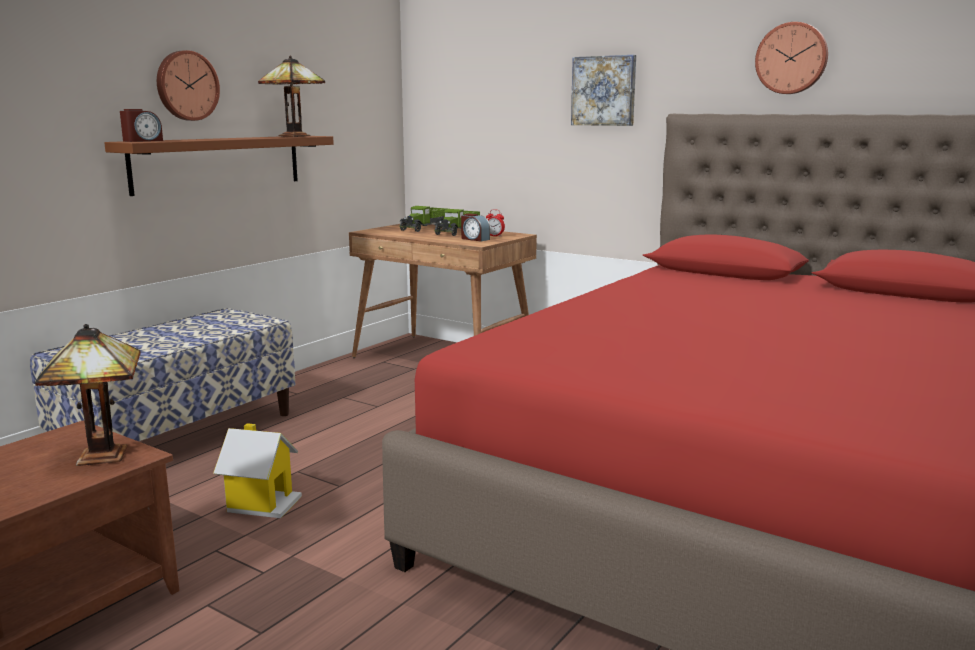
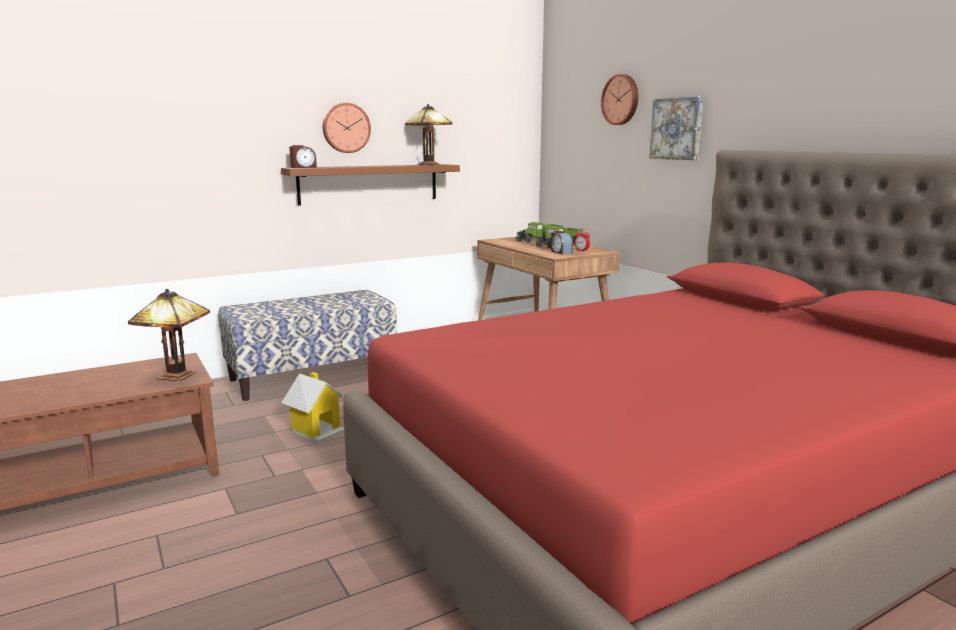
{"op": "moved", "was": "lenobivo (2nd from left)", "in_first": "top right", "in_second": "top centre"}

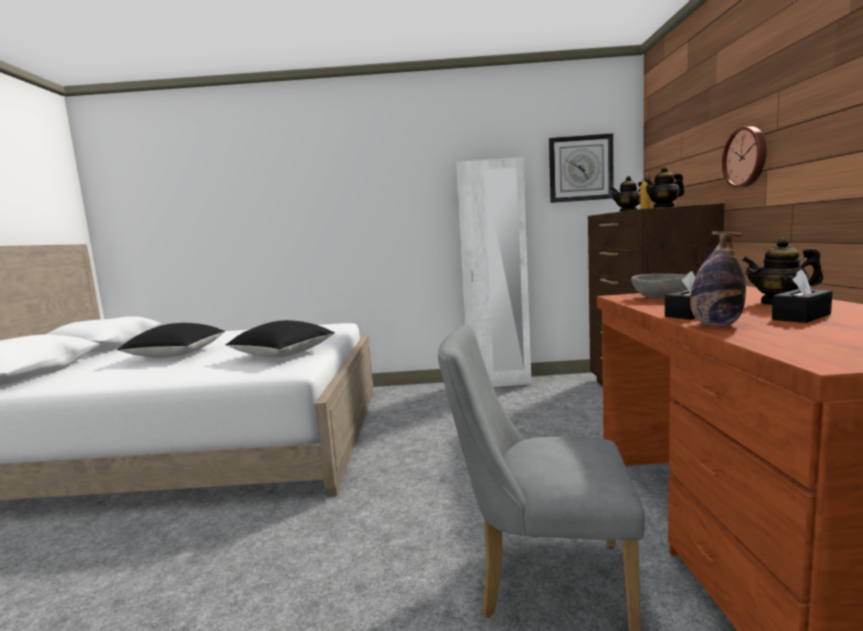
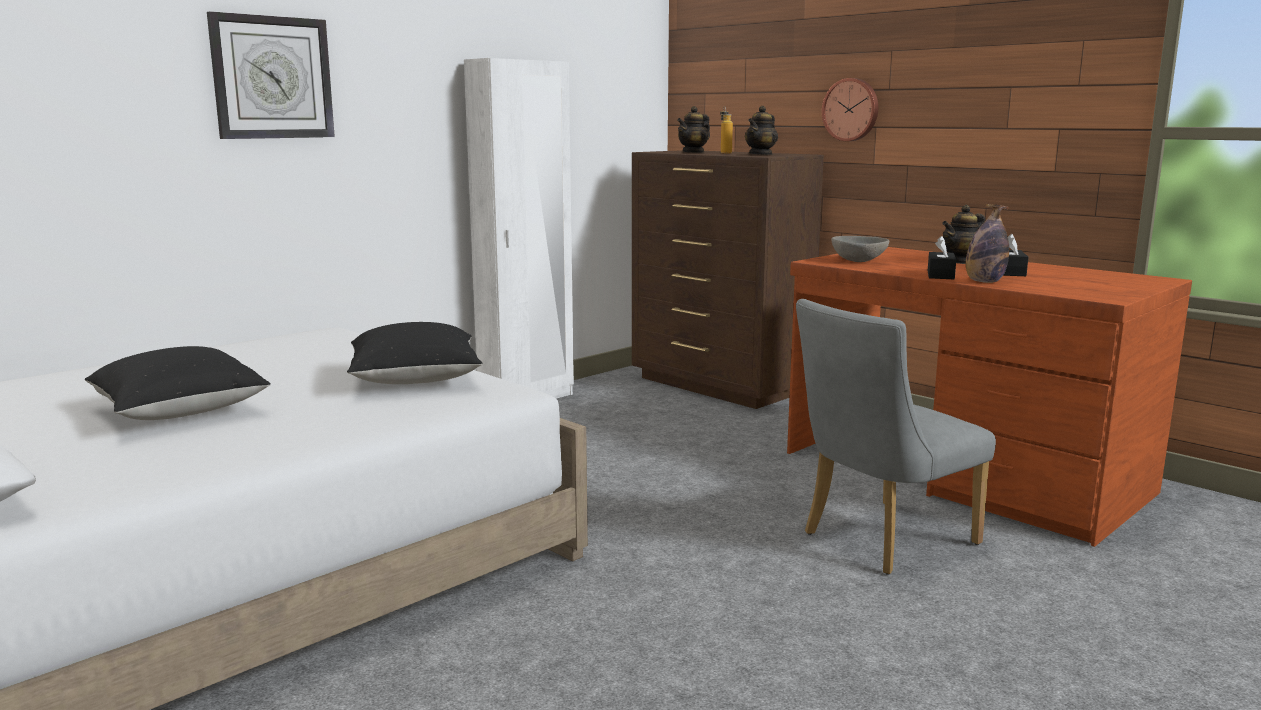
{"op": "moved", "was": "lenobivo (1st from left)", "in_first": "top right", "in_second": "top left"}

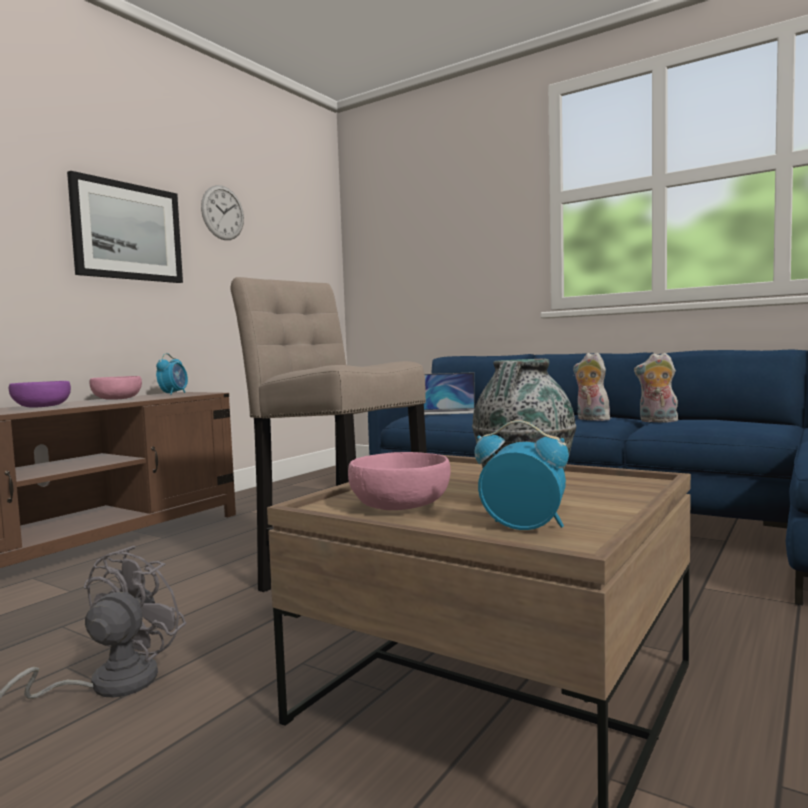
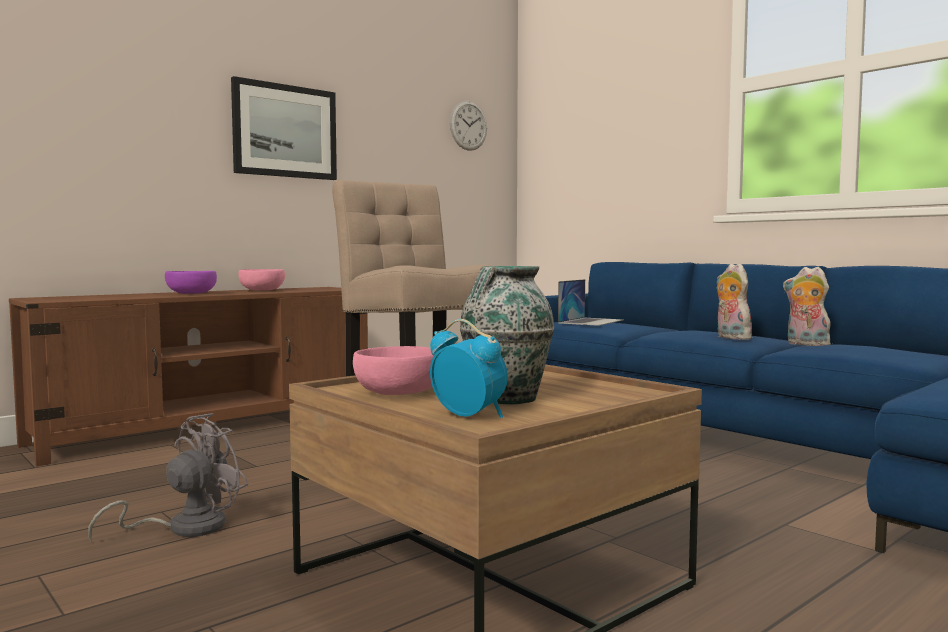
{"op": "removed", "was": "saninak (1st from left)", "in_first": "middle left"}
{"op": "moved", "was": "lenobivo", "in_first": "top left", "in_second": "top centre"}
{"op": "turned", "was": "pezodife", "in_first": "centre", "in_second": "centre", "clockwise": -75}

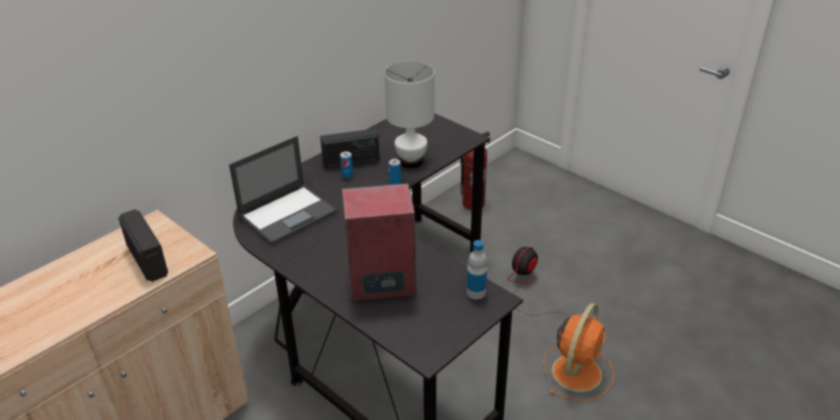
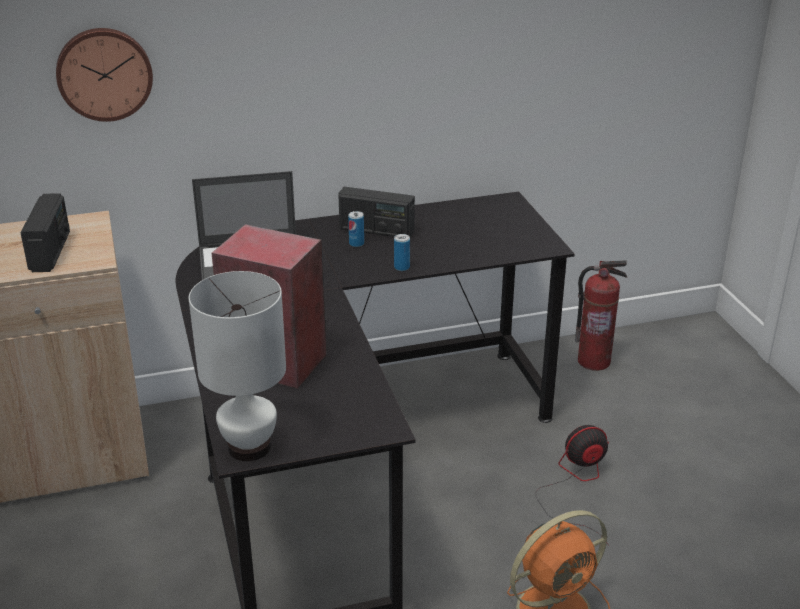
{"op": "moved", "was": "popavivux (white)", "in_first": "top centre", "in_second": "middle left"}
{"op": "removed", "was": "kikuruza", "in_first": "centre"}
{"op": "added", "now": "lenobivo", "in_second": "top left"}

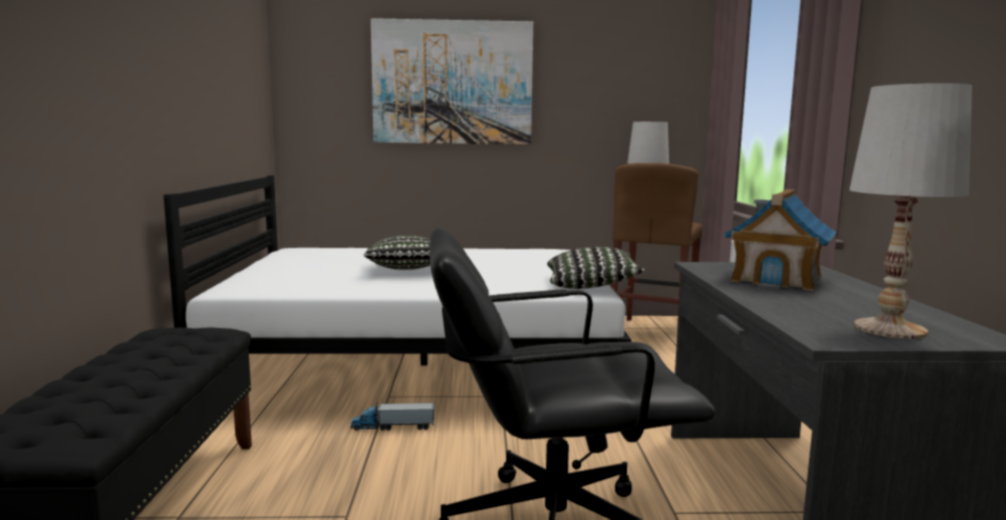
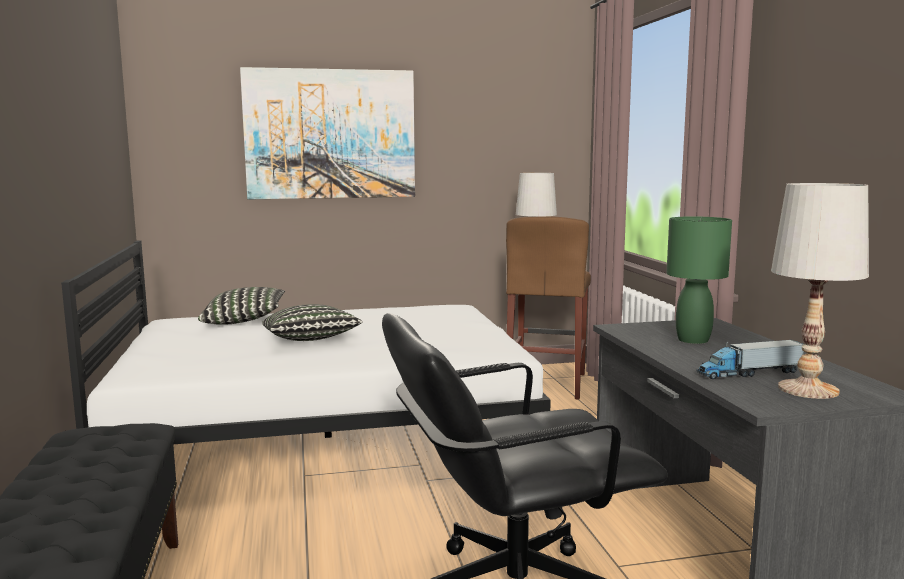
{"op": "moved", "was": "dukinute", "in_first": "bottom centre", "in_second": "middle right"}
{"op": "moved", "was": "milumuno (2nd from left in the first image)", "now": "milumuno (1st from left)", "in_first": "centre", "in_second": "middle left"}
{"op": "replaced", "was": "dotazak", "now": "popavivux (green)", "in_first": "middle right", "in_second": "middle right"}

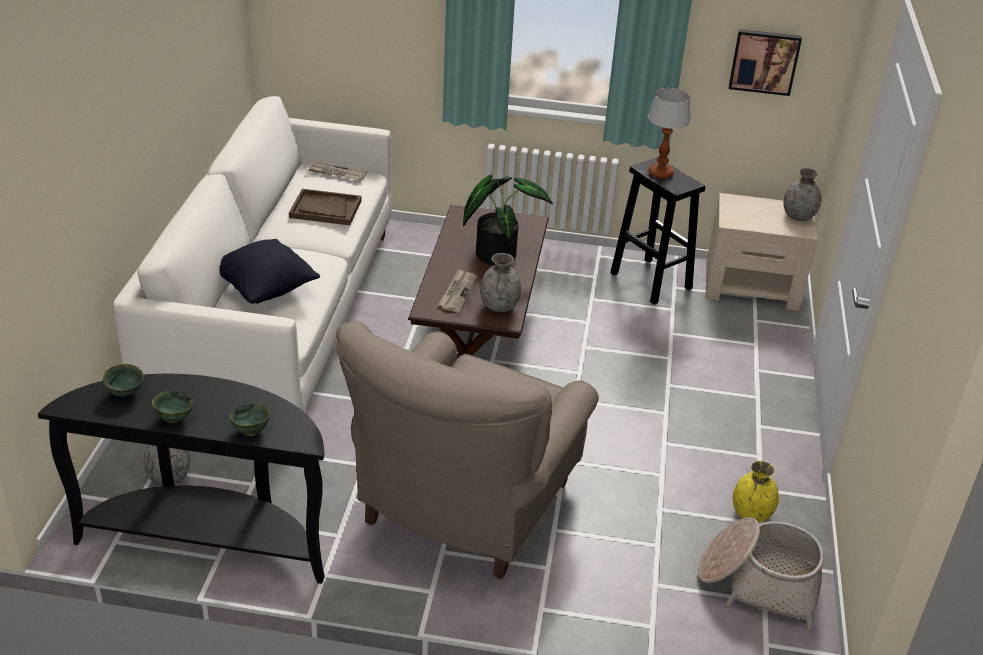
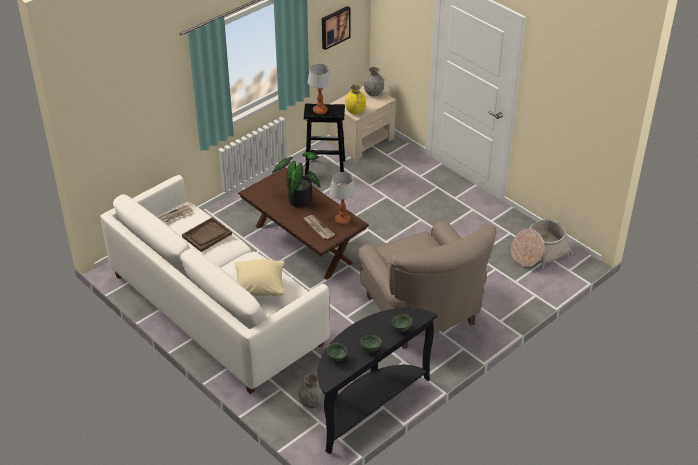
{"op": "recoloured", "was": "milumuno (black)", "now": "milumuno (beige)", "in_first": "middle left", "in_second": "centre"}
{"op": "replaced", "was": "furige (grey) (2nd from left)", "now": "popavivux (2nd from left)", "in_first": "centre", "in_second": "centre"}
{"op": "moved", "was": "furige (yellow)", "in_first": "bottom right", "in_second": "top centre"}

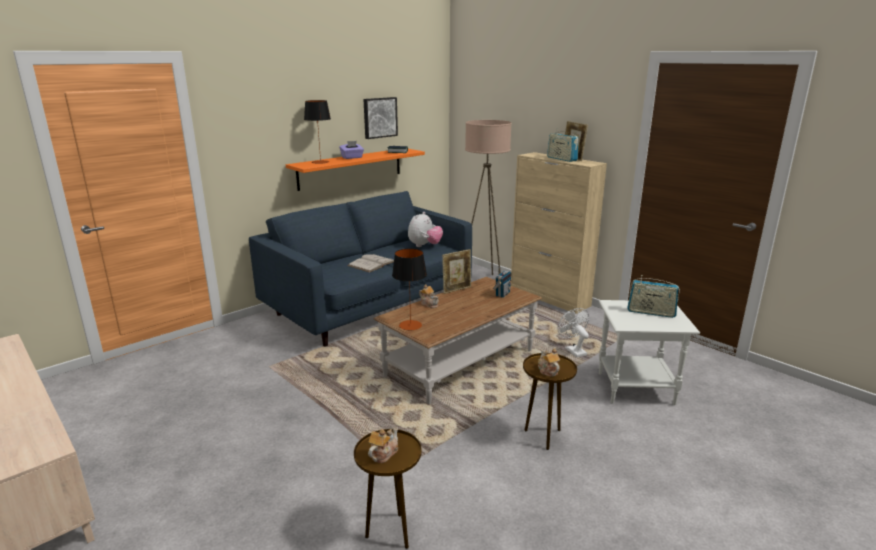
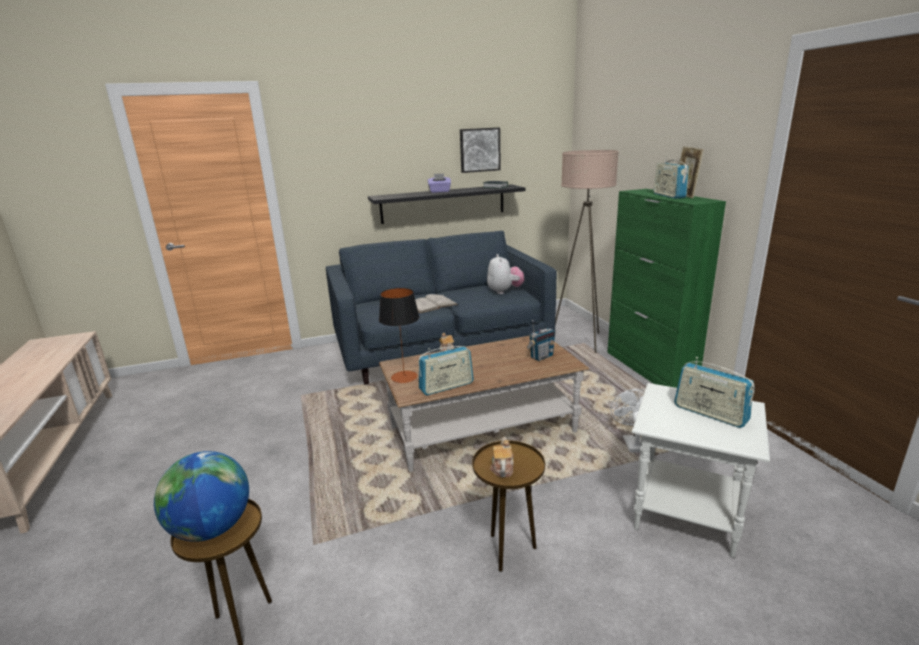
{"op": "recoloured", "was": "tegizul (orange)", "now": "tegizul (black)", "in_first": "top centre", "in_second": "top centre"}
{"op": "removed", "was": "popavivux (1st from left)", "in_first": "top centre"}
{"op": "replaced", "was": "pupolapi (1st from left)", "now": "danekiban", "in_first": "bottom centre", "in_second": "bottom left"}
{"op": "turned", "was": "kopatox", "in_first": "centre", "in_second": "centre", "clockwise": -60}
{"op": "removed", "was": "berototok (1st from left)", "in_first": "centre"}
{"op": "recoloured", "was": "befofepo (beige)", "now": "befofepo (green)", "in_first": "centre", "in_second": "middle right"}
{"op": "added", "now": "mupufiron (1st from left)", "in_second": "centre"}

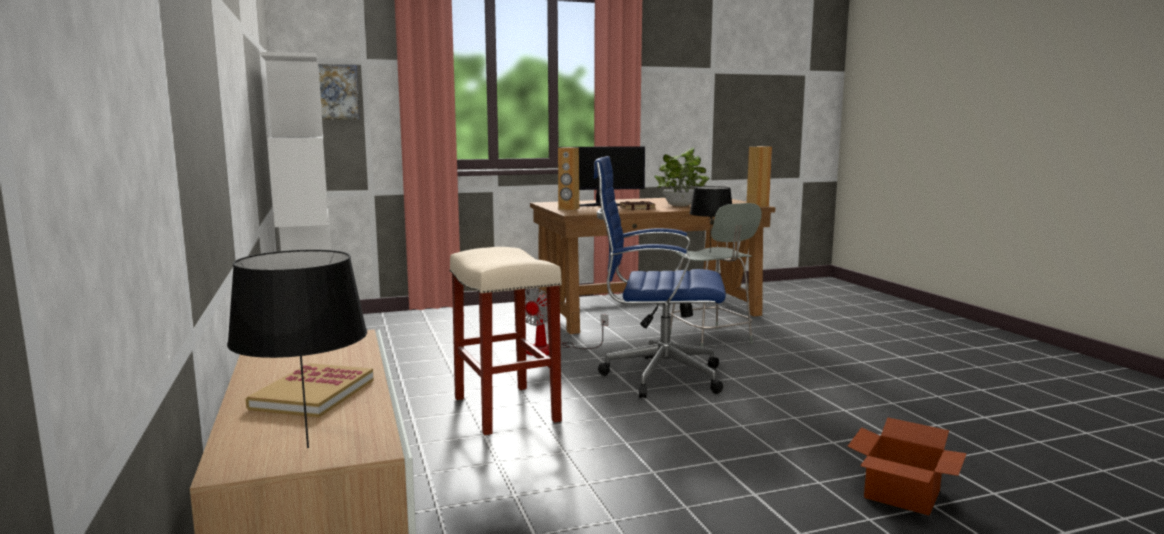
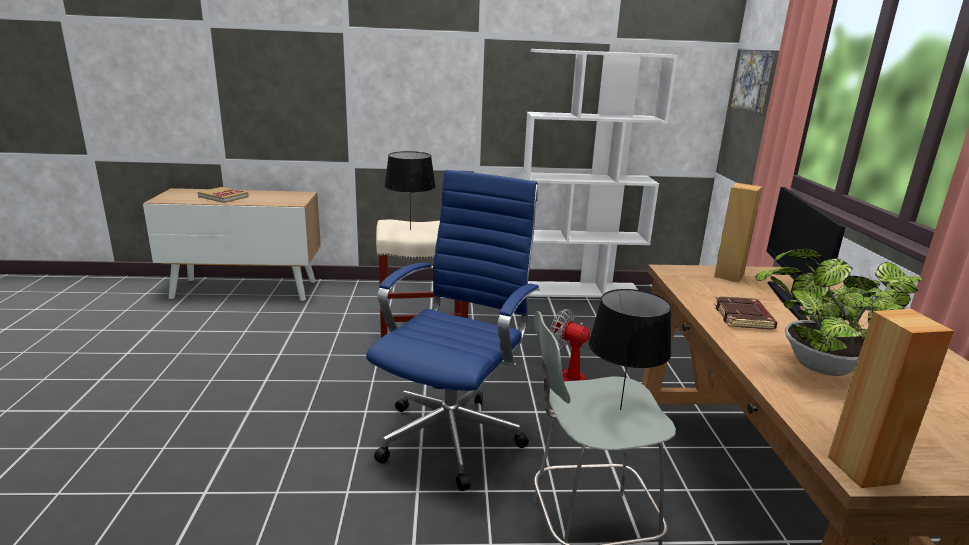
{"op": "moved", "was": "popavivux (black) (1st from left)", "in_first": "middle left", "in_second": "centre"}
{"op": "removed", "was": "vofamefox", "in_first": "bottom right"}

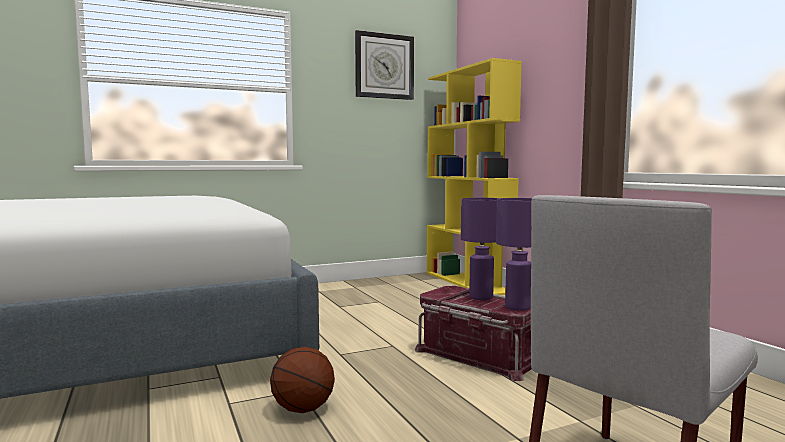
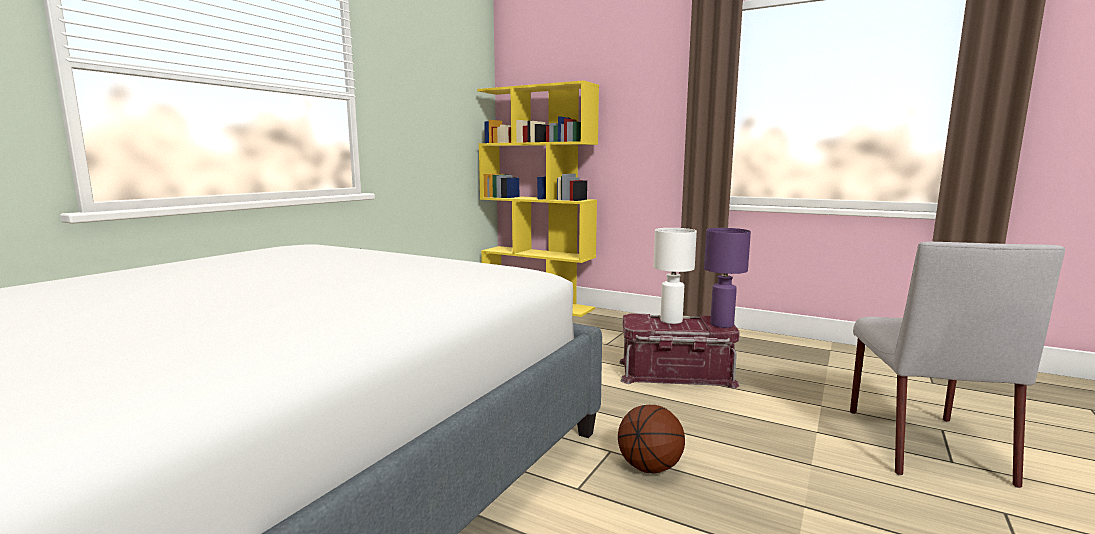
{"op": "removed", "was": "lenobivo", "in_first": "top centre"}
{"op": "recoloured", "was": "popavivux (purple) (1st from left)", "now": "popavivux (white)", "in_first": "centre", "in_second": "centre"}

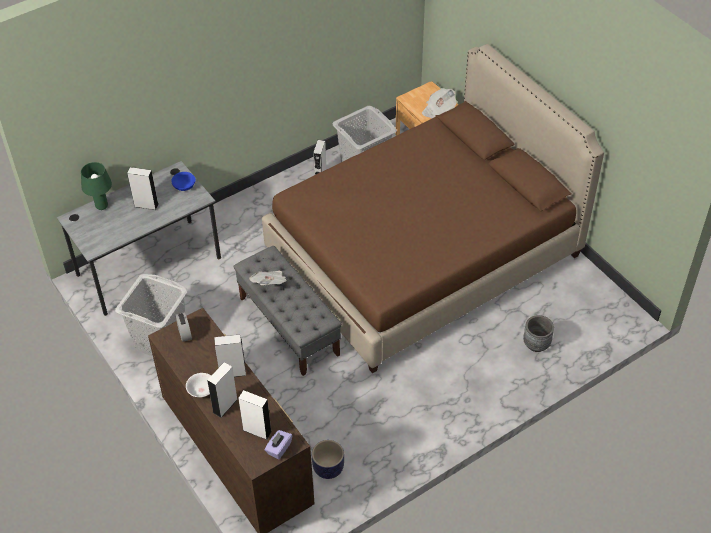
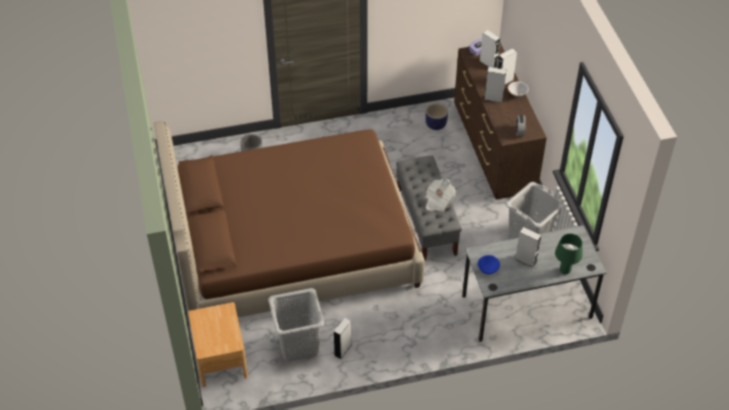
{"op": "removed", "was": "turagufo (2nd from left)", "in_first": "top centre"}

